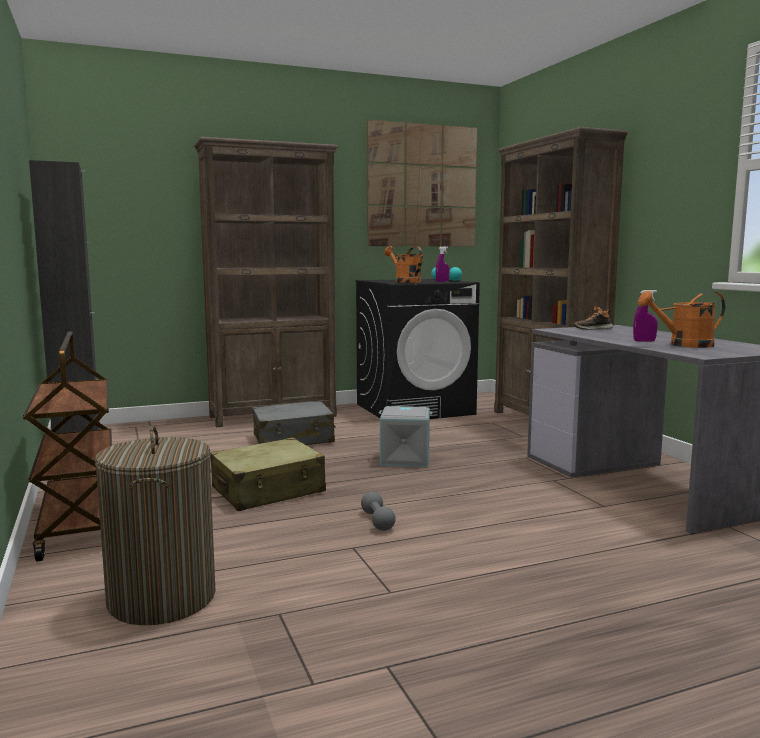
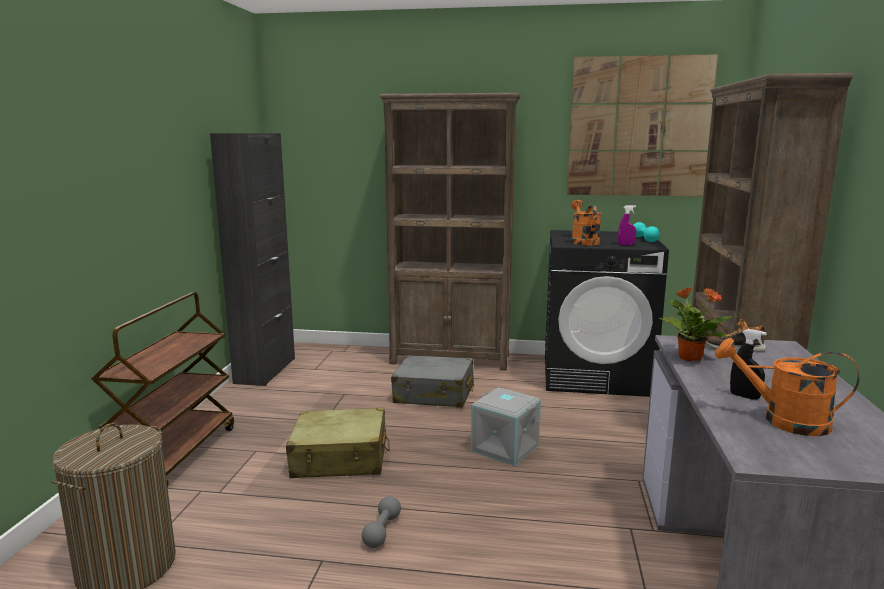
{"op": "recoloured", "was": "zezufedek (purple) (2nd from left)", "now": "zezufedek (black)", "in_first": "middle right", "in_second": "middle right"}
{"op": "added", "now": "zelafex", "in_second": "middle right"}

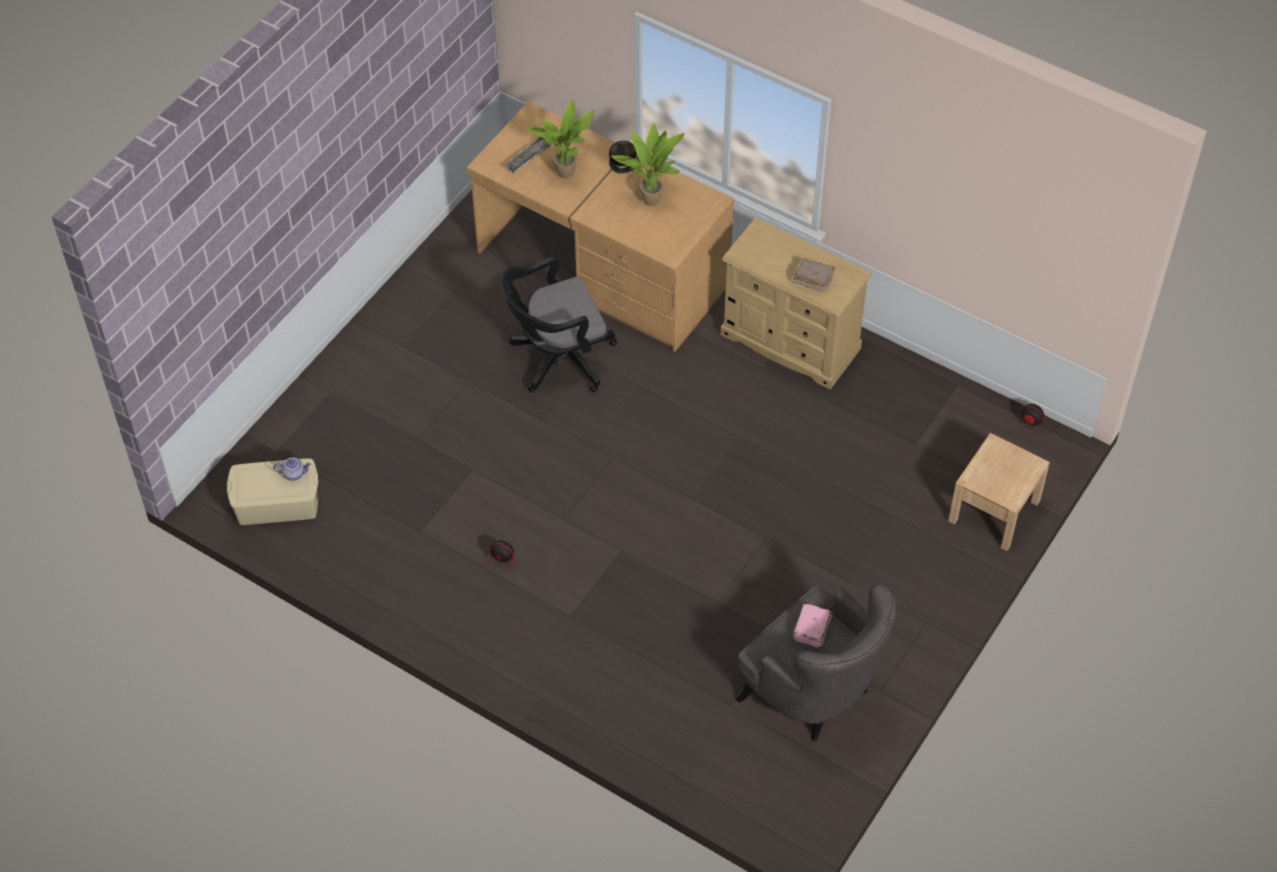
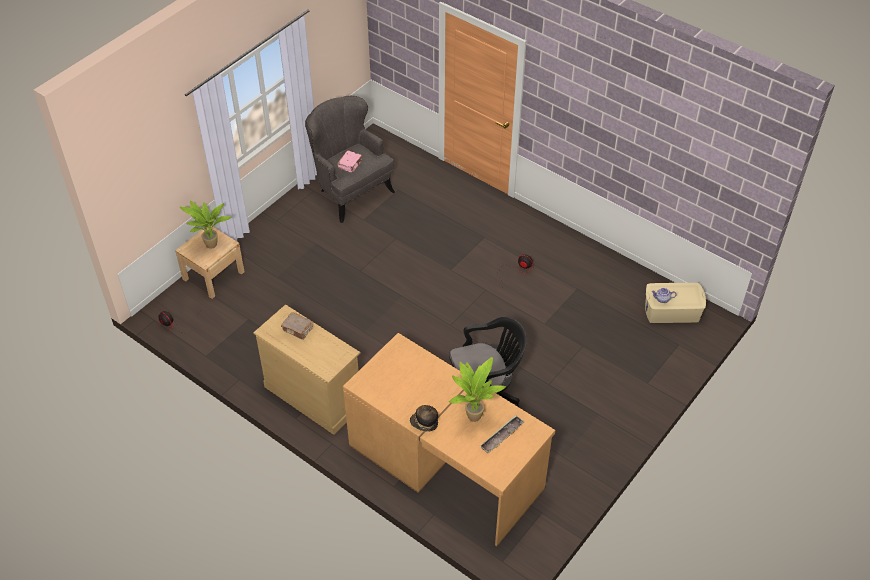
{"op": "moved", "was": "zelafex (2nd from left in the first image)", "now": "zelafex (1st from left)", "in_first": "top centre", "in_second": "middle left"}

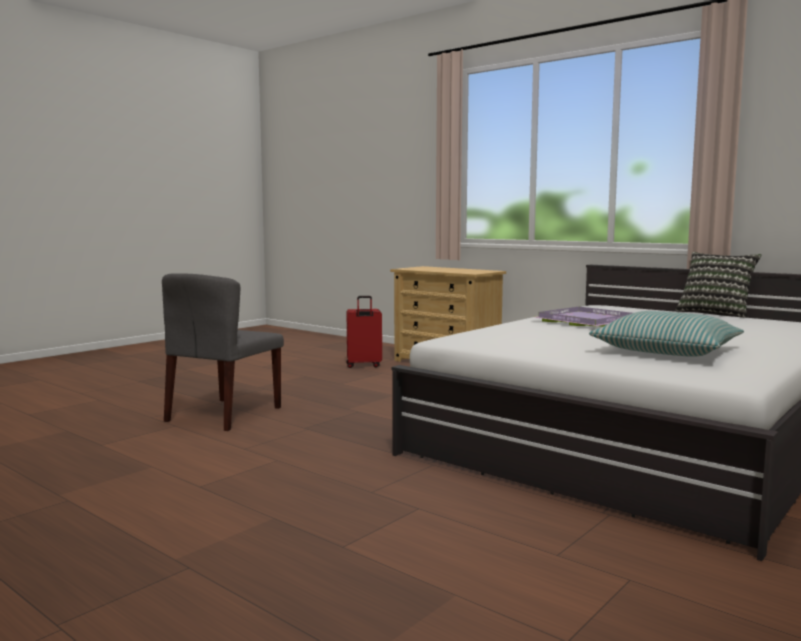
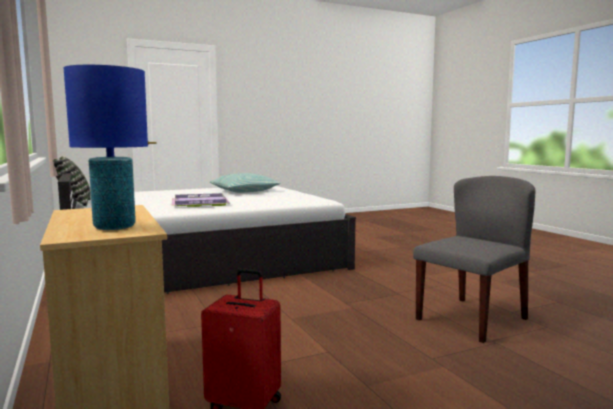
{"op": "added", "now": "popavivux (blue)", "in_second": "middle left"}

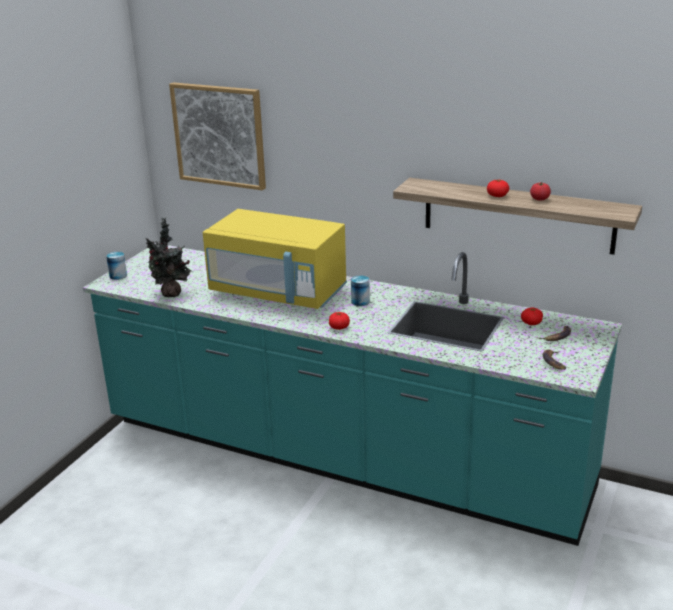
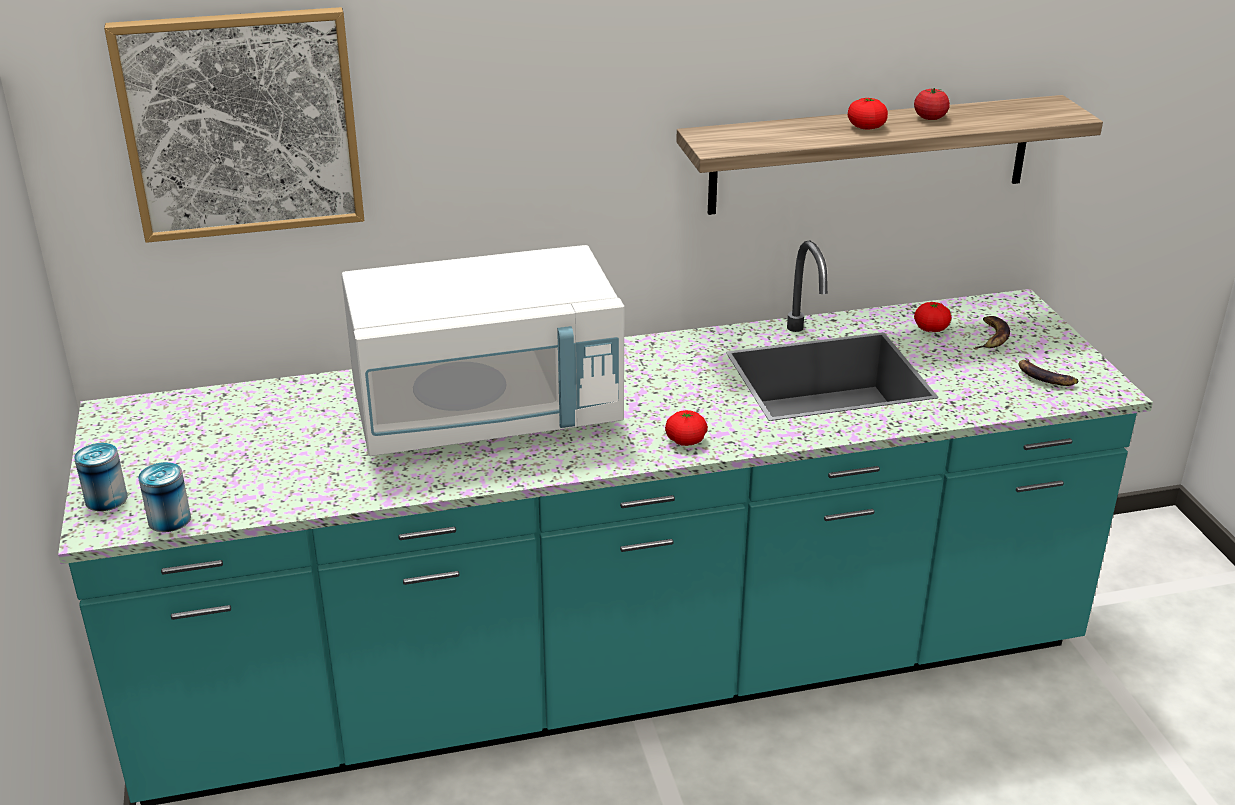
{"op": "removed", "was": "zelafex", "in_first": "middle left"}
{"op": "recoloured", "was": "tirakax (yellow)", "now": "tirakax (white)", "in_first": "centre", "in_second": "centre"}
{"op": "moved", "was": "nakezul (2nd from left)", "in_first": "centre", "in_second": "middle left"}

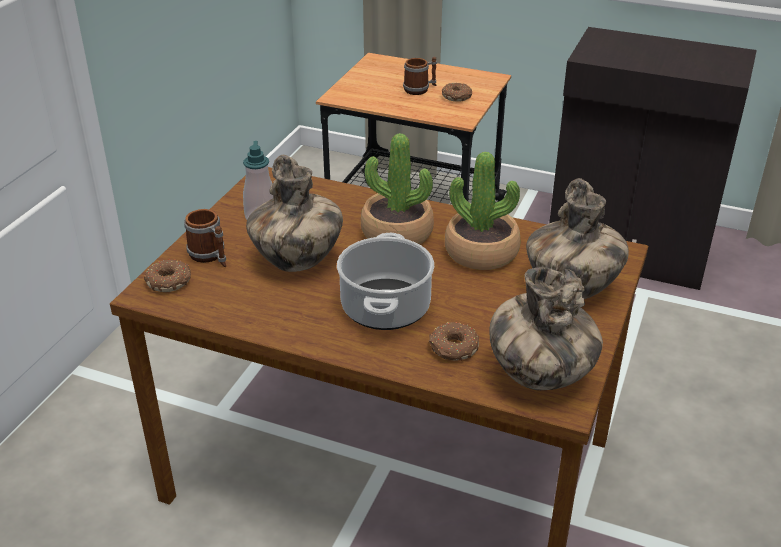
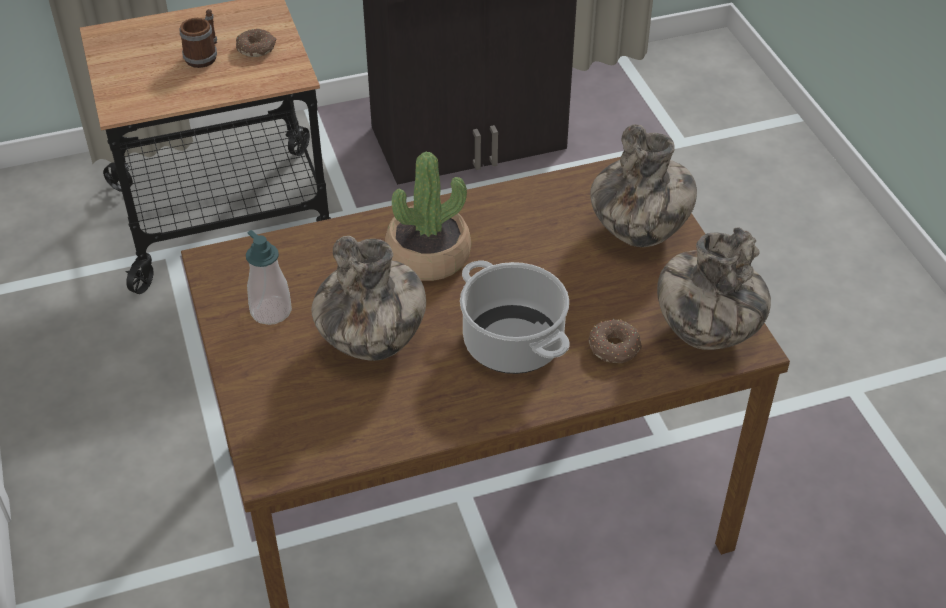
{"op": "removed", "was": "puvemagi (1st from left)", "in_first": "middle left"}
{"op": "removed", "was": "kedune (1st from left)", "in_first": "middle left"}
{"op": "removed", "was": "zelafex (2nd from left)", "in_first": "centre"}

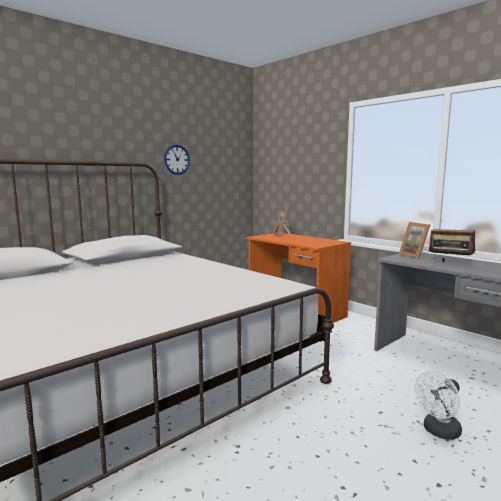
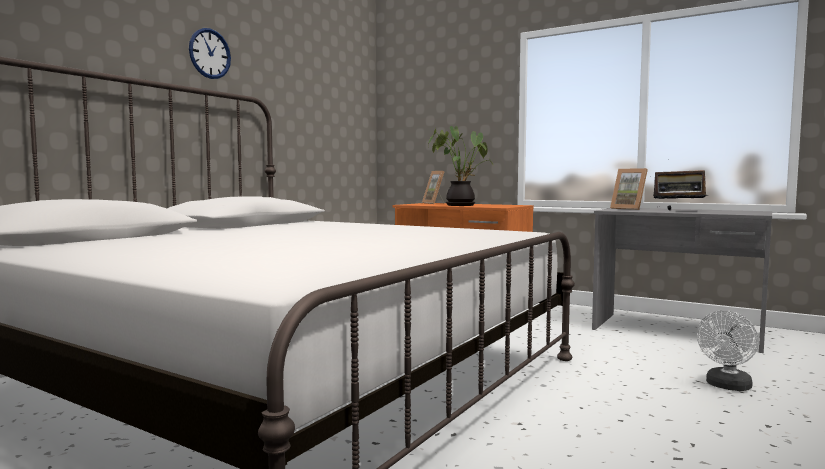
{"op": "moved", "was": "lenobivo", "in_first": "top centre", "in_second": "top left"}
{"op": "added", "now": "zelafex", "in_second": "centre"}

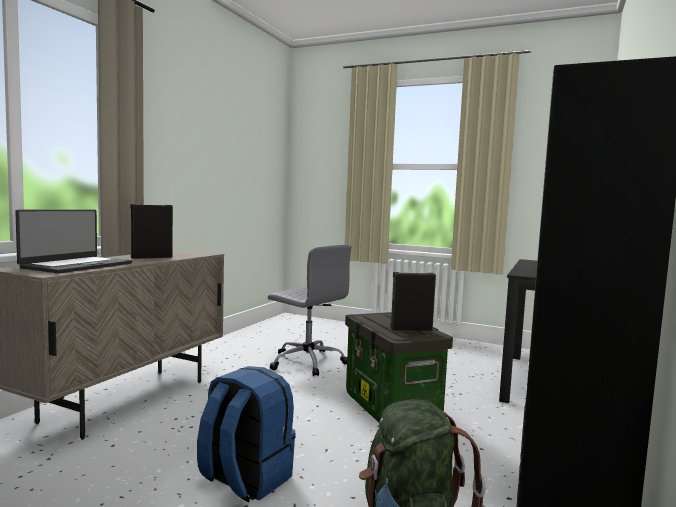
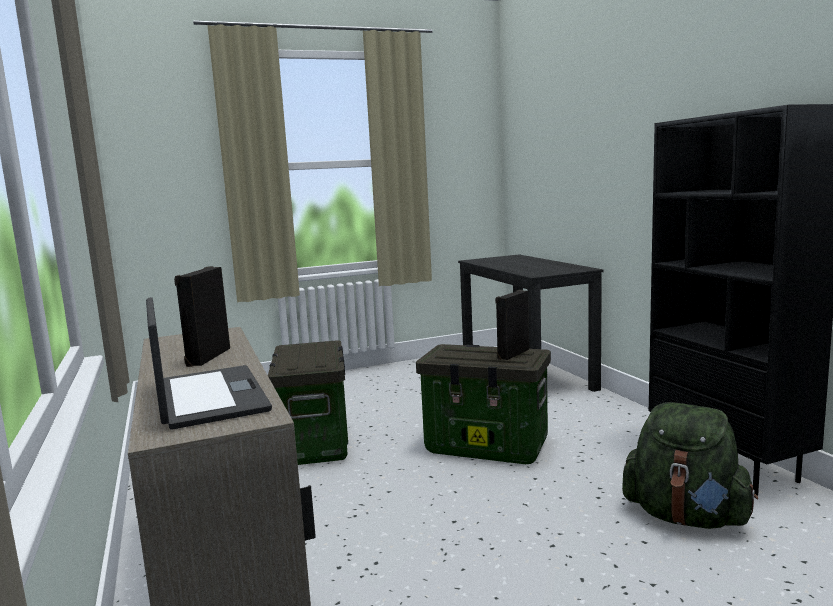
{"op": "removed", "was": "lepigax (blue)", "in_first": "bottom centre"}
{"op": "replaced", "was": "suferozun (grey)", "now": "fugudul (1st from left)", "in_first": "centre", "in_second": "centre"}

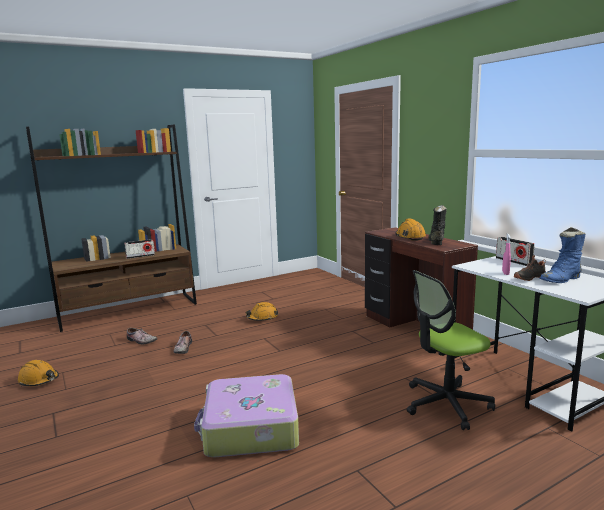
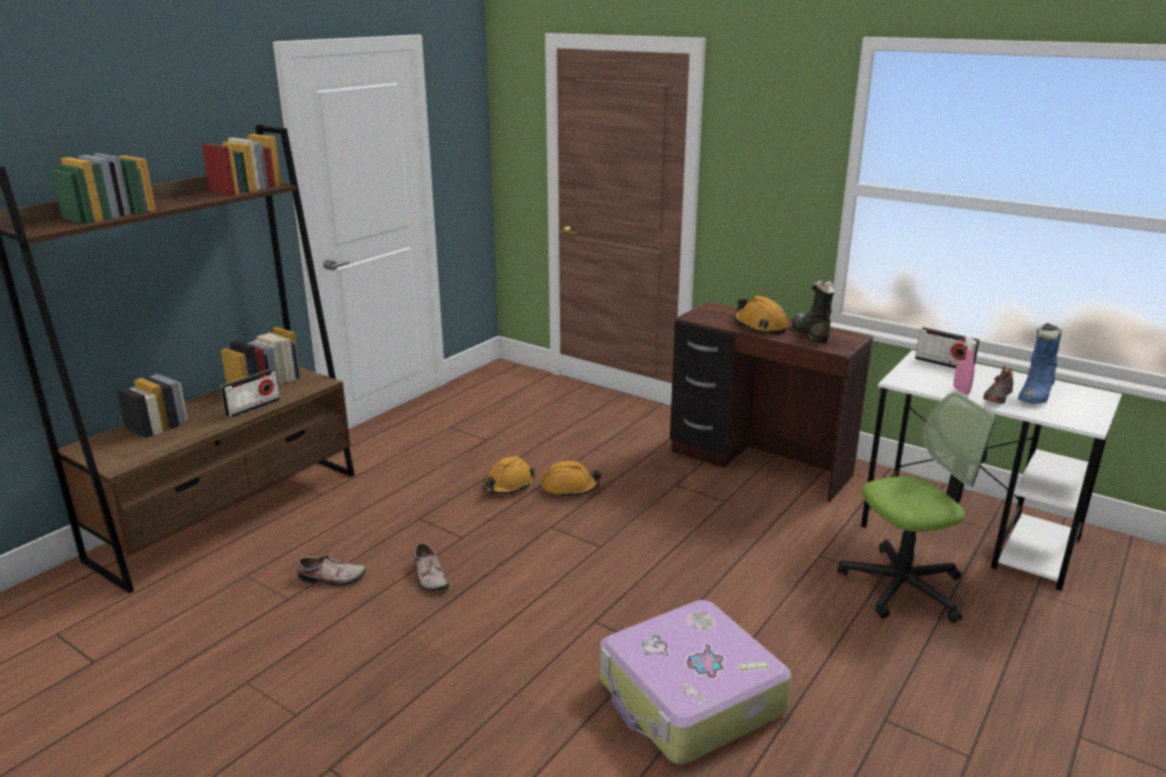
{"op": "moved", "was": "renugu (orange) (1st from left in the first image)", "now": "renugu (orange) (2nd from left)", "in_first": "bottom left", "in_second": "centre"}
{"op": "turned", "was": "suferozun", "in_first": "bottom right", "in_second": "middle right", "clockwise": -150}

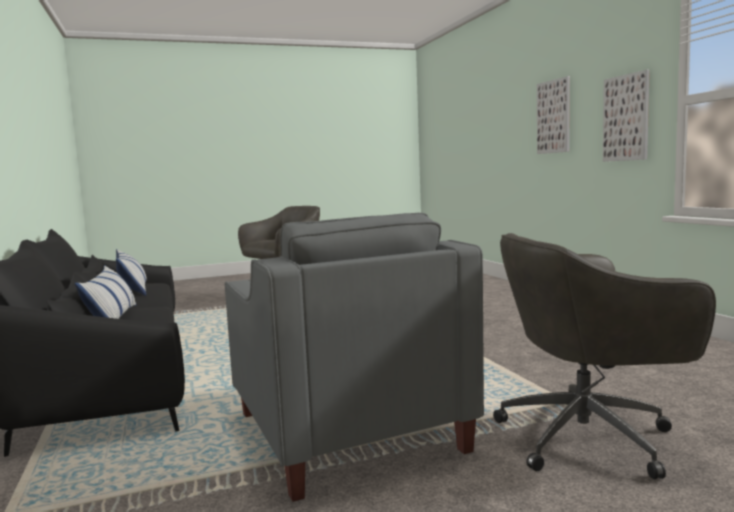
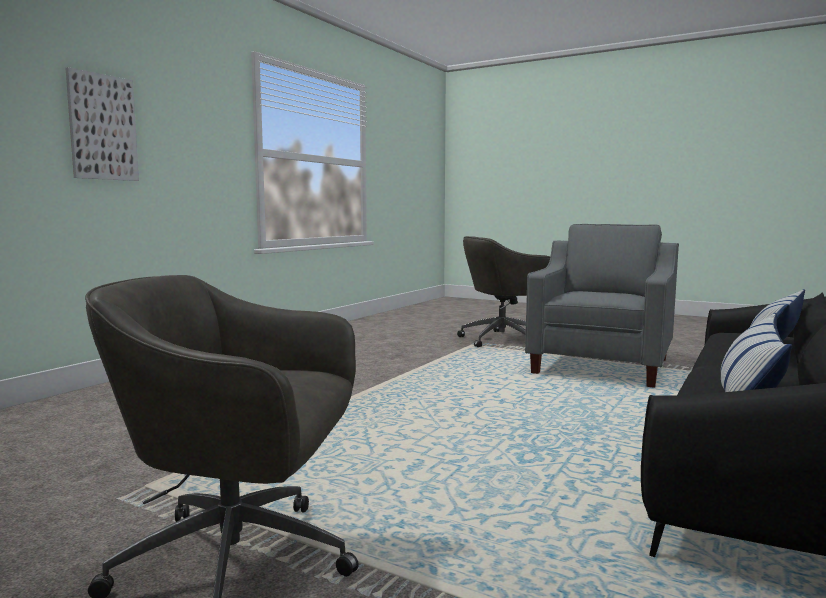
{"op": "turned", "was": "suferozun (grey) (2nd from left)", "in_first": "bottom right", "in_second": "centre", "clockwise": 120}
{"op": "removed", "was": "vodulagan (2nd from left)", "in_first": "top right"}

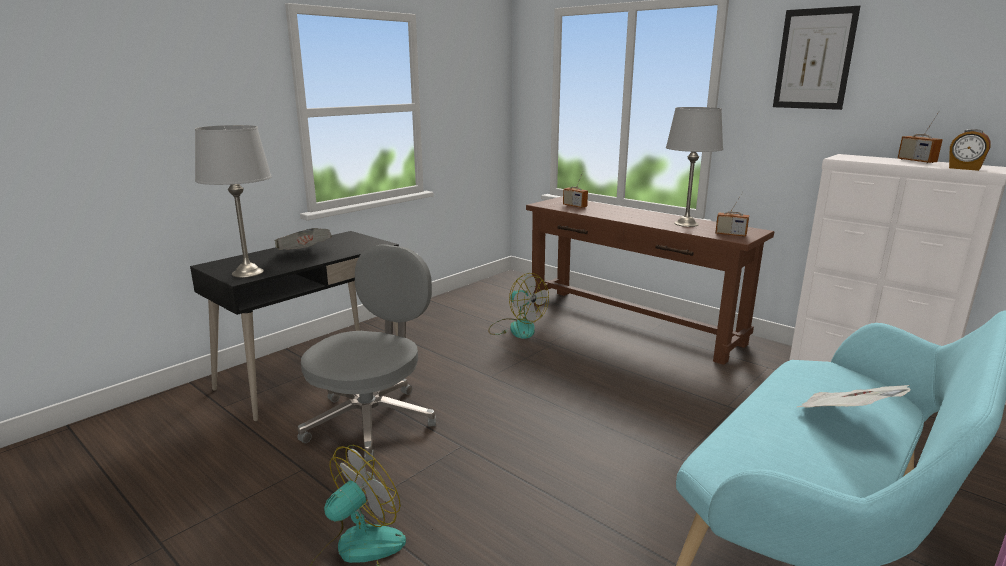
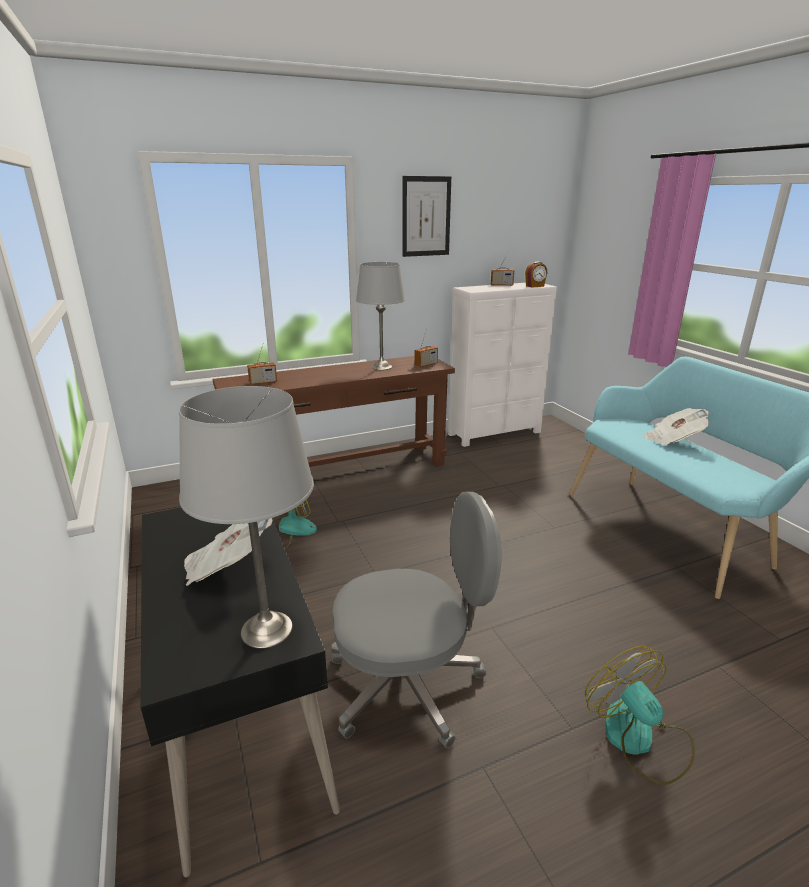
{"op": "turned", "was": "suferozun (grey)", "in_first": "centre", "in_second": "bottom centre", "clockwise": 120}

